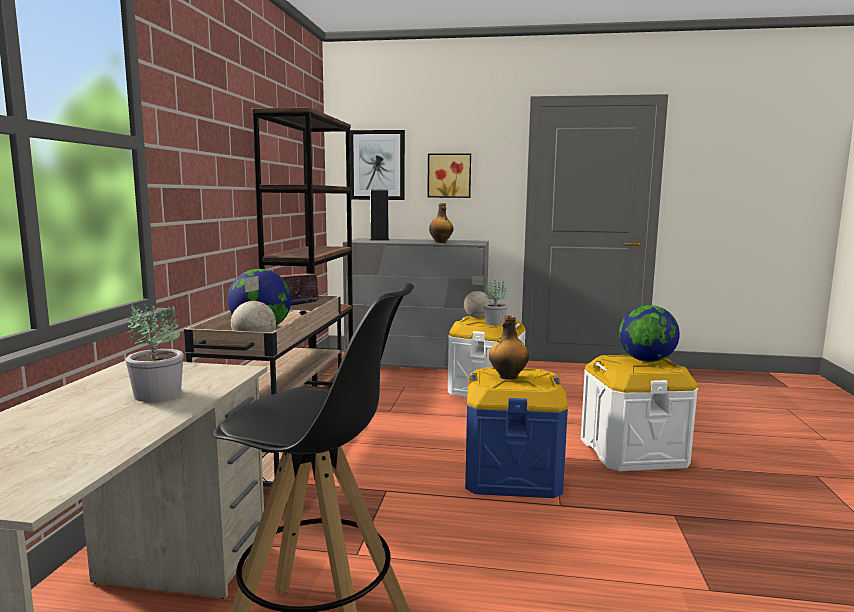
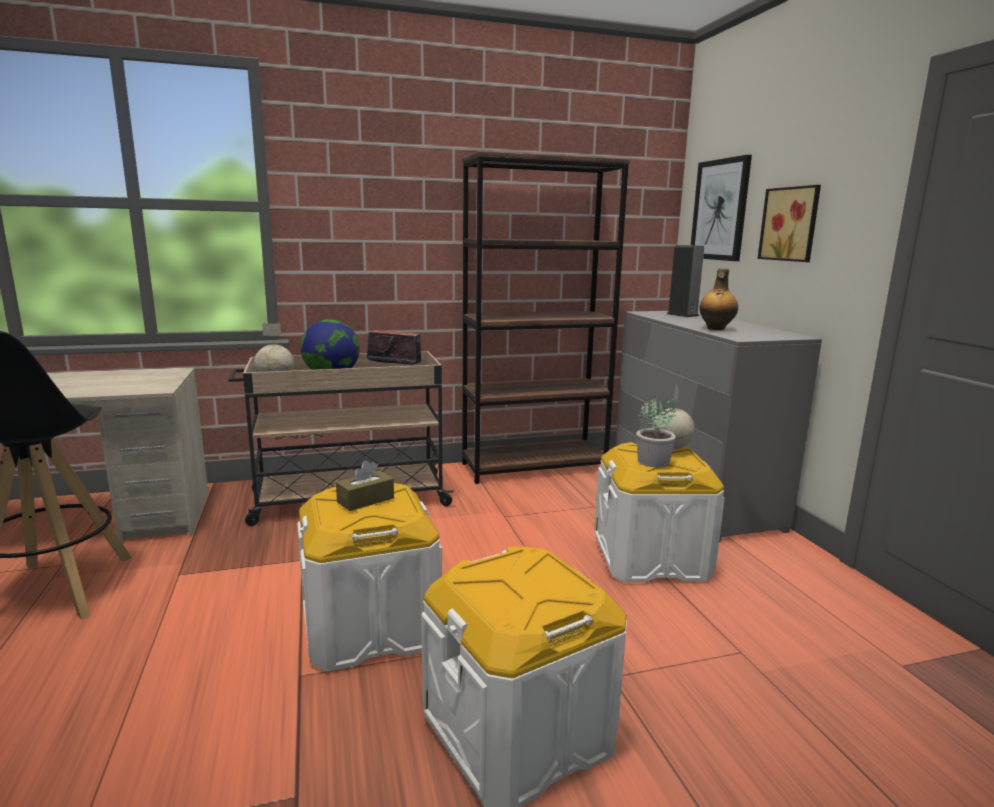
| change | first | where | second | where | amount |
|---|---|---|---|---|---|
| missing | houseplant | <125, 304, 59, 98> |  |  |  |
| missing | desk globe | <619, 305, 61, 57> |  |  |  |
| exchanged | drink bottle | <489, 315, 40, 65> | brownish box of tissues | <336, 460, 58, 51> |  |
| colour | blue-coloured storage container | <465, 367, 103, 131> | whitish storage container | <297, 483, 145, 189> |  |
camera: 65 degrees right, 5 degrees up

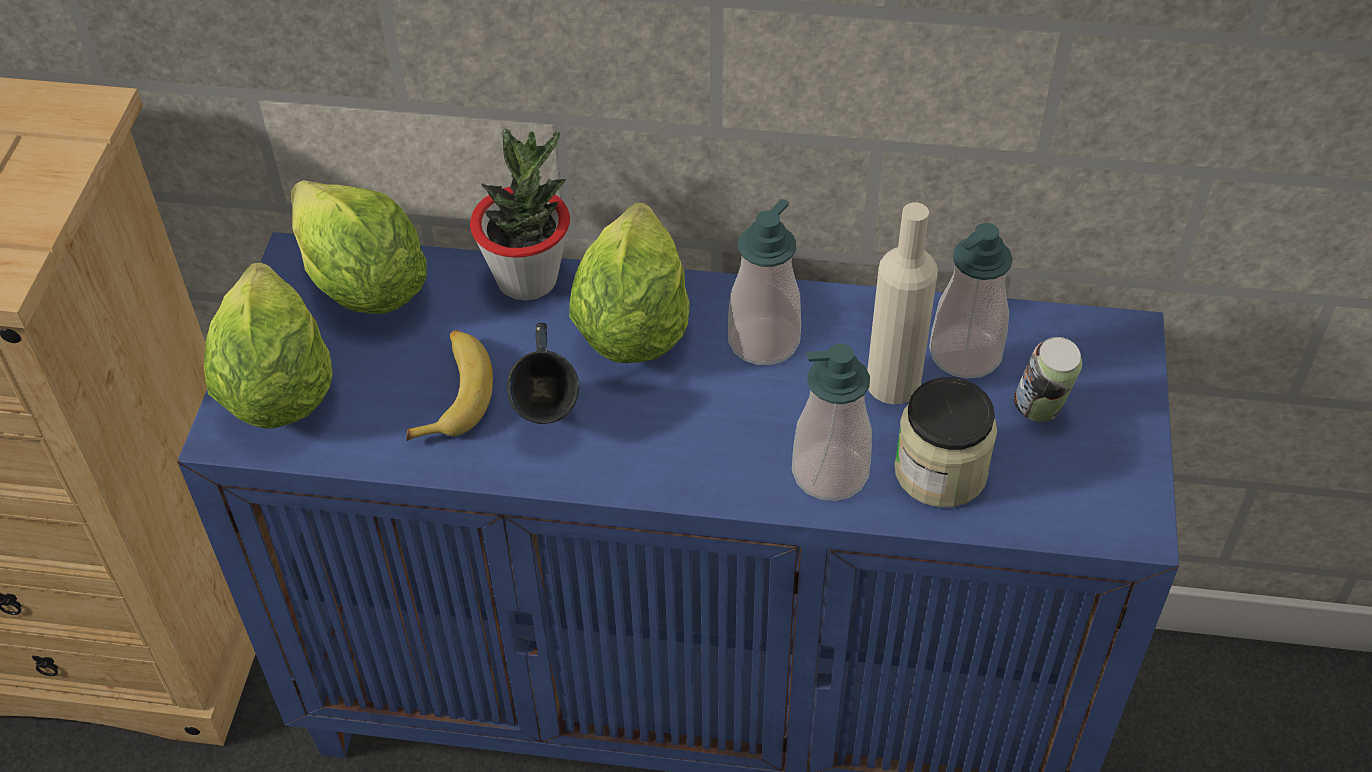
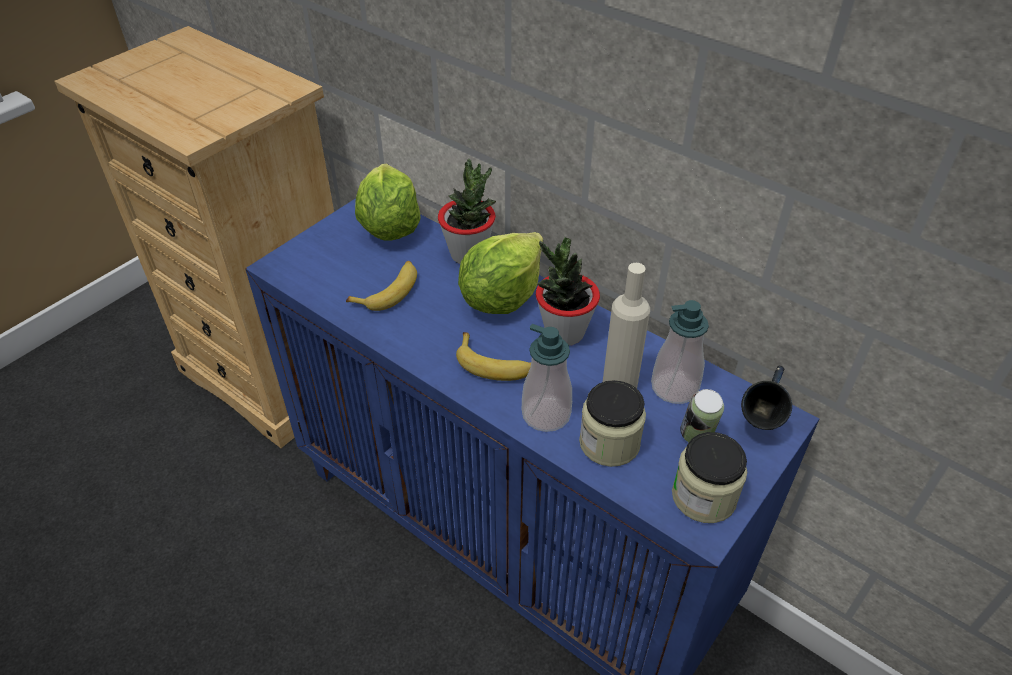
| change | first | where | second | where | amount |
|---|---|---|---|---|---|
| missing | lettuce | <204, 262, 129, 167> |  |  |  |
| appeared |  |  | banana fruit | <456, 332, 75, 49> |  |
| appeared |  |  | preserve jar | <672, 432, 75, 91> |  |
| relocated | blue-coloured coffee mug | <507, 323, 72, 101> |  | <741, 366, 51, 64> |  |
| exchanged | soap bottle | <728, 199, 73, 166> | houseplant | <536, 237, 64, 109> |  |
camera: 30 degrees right, 5 degrees down

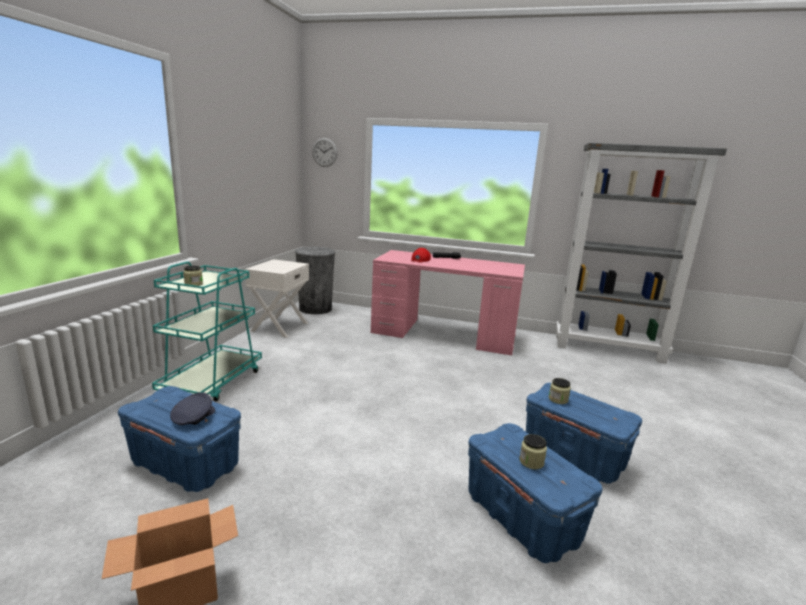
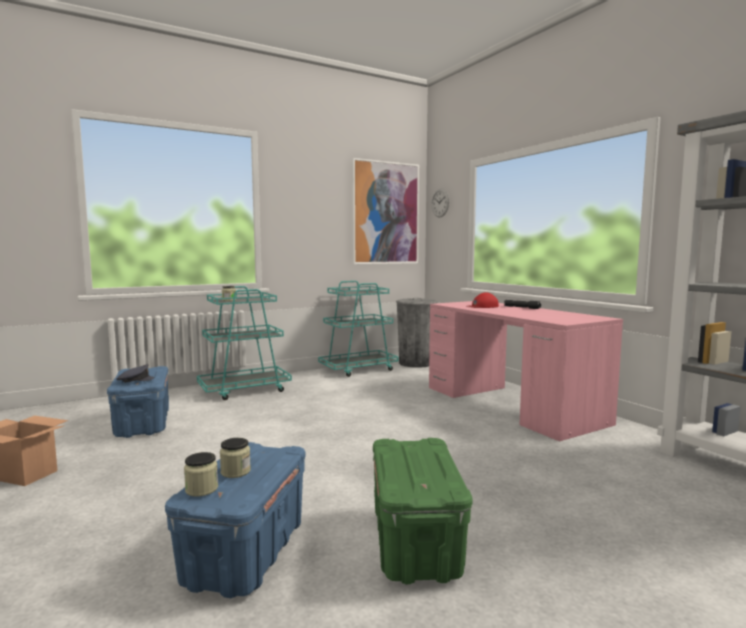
| change | first | where | second | where | amount |
|---|---|---|---|---|---|
| appeared |  |  | wall art | <352, 158, 67, 106> |  |
| relocated | preserve jar | <549, 378, 22, 26> |  | <184, 452, 34, 45> |  |
| exchanged | whitish bedside table | <245, 259, 64, 78> | blue-green wheeled cart | <318, 281, 80, 96> |  |
| colour | blue-coloured storage container | <526, 383, 116, 101> | green storage container | <373, 438, 100, 146> |  |
camera: 45 degrees right, 10 degrees down

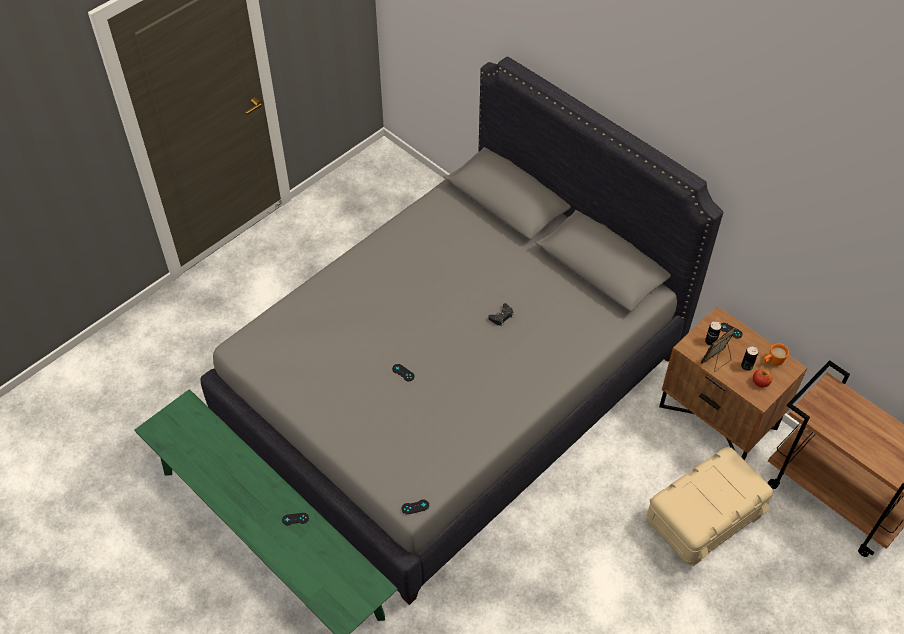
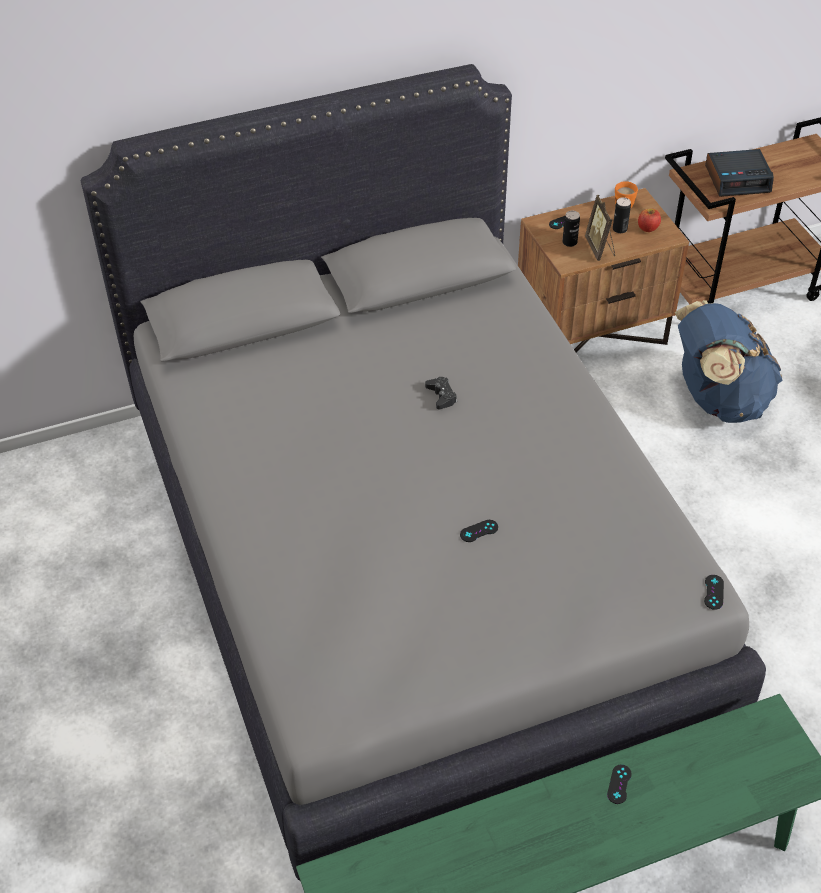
| change | first | where | second | where | amount |
|---|---|---|---|---|---|
| appeared |  |  | bedside clock | <705, 149, 69, 48> |  |
| exchanged | beige storage container | <646, 447, 127, 119> | blue-coloured knapsack | <675, 300, 108, 123> |  |
camera: 65 degrees left, 5 degrees down

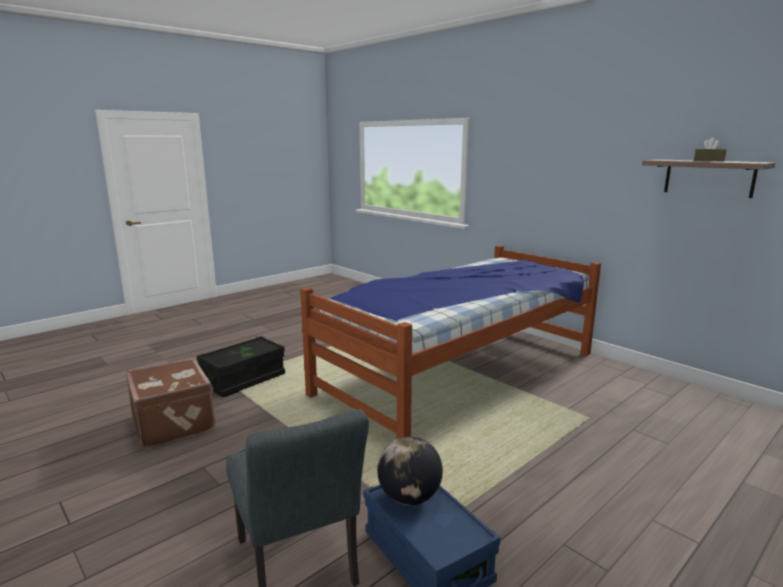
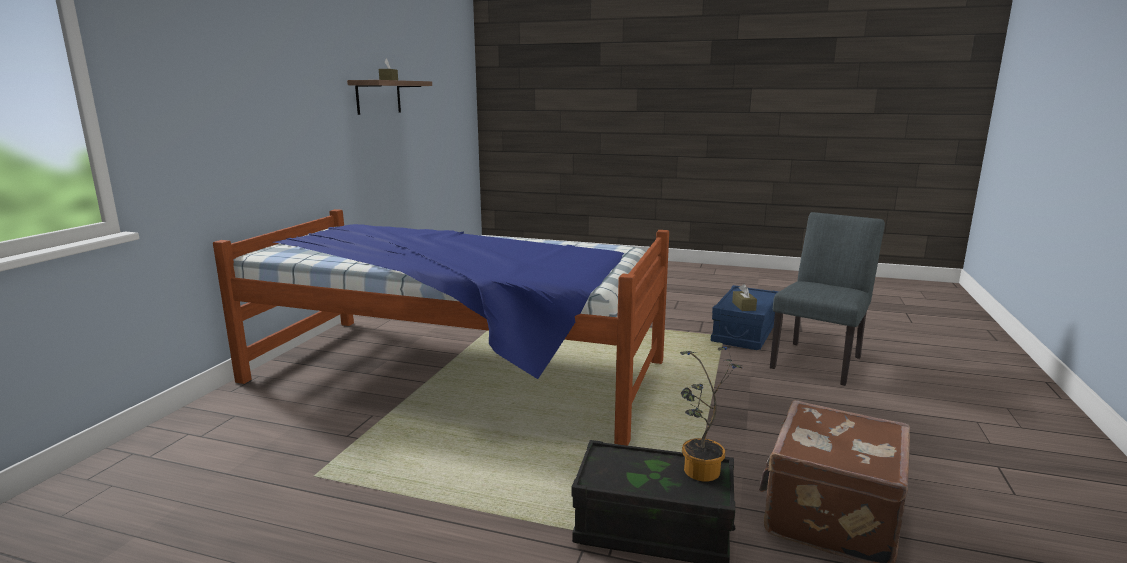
| change | first | where | second | where | amount |
|---|---|---|---|---|---|
| appeared |  |  | houseplant | <680, 347, 63, 135> |  |
| exchanged | desk globe | <377, 436, 66, 69> | brownish box of tissues | <732, 284, 25, 27> |  |
camera: 120 degrees left, 0 degrees up

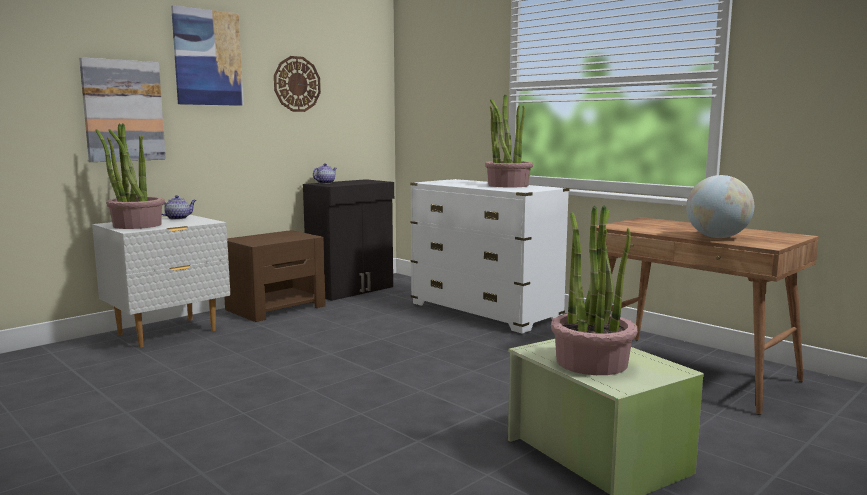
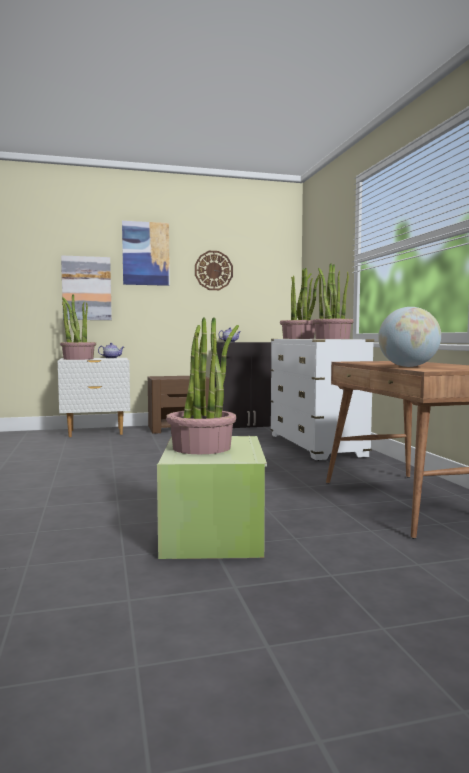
| change | first | where | second | where | amount |
|---|---|---|---|---|---|
| appeared |  |  | houseplant | <280, 268, 40, 71> |  |
camera: 30 degrees right, 5 degrees down

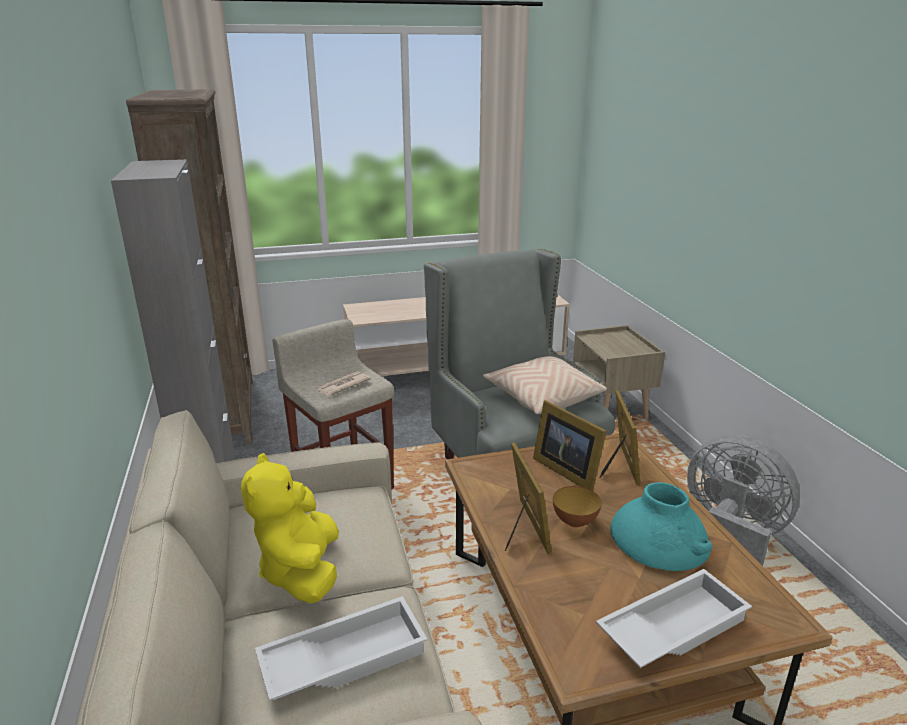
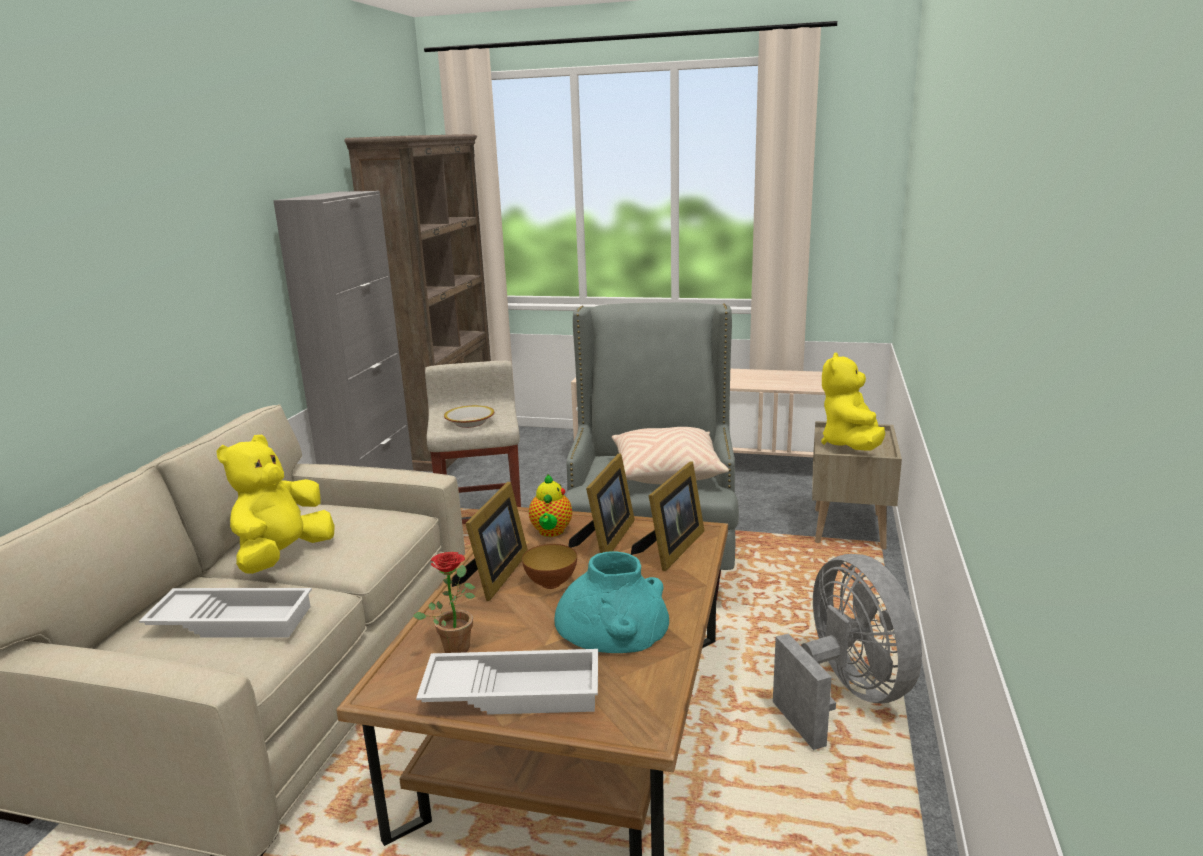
| change | first | where | second | where | amount |
|---|---|---|---|---|---|
| appeared |  |  | houseplant | <413, 552, 63, 101> |  |
| appeared |  |  | teapot | <529, 474, 43, 63> |  |
| appeared |  |  | yellowish plush toy | <821, 353, 64, 98> |  |
| exchanged | newspaper | <316, 371, 55, 25> | deep dish | <444, 405, 50, 23> |  |
| spun | photo frame | <533, 400, 74, 91> |  | <569, 454, 66, 99> | 150 degrees counterclockwise |
camera: 30 degrees right, 5 degrees down

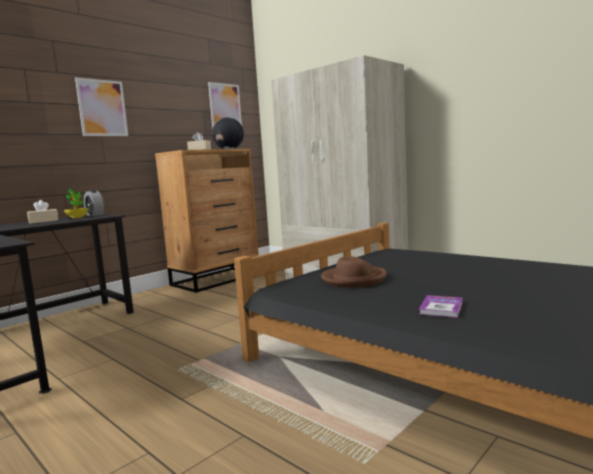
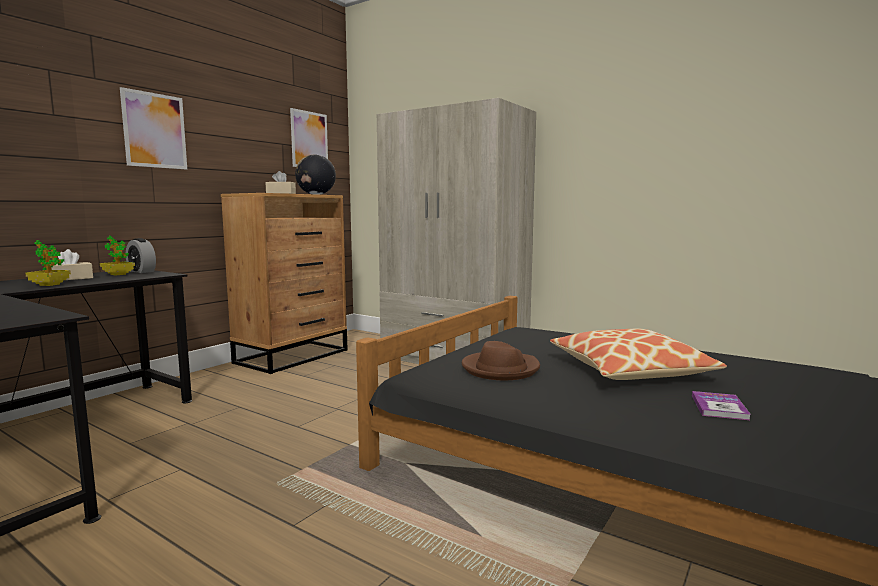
| change | first | where | second | where | amount |
|---|---|---|---|---|---|
| appeared |  |  | houseplant | <26, 240, 45, 46> |  |
| appeared |  |  | pillow | <550, 329, 177, 51> |  |
| relocated | book | <418, 295, 45, 23> |  | <692, 391, 59, 30> |  |
camera: 10 degrees left, 0 degrees up

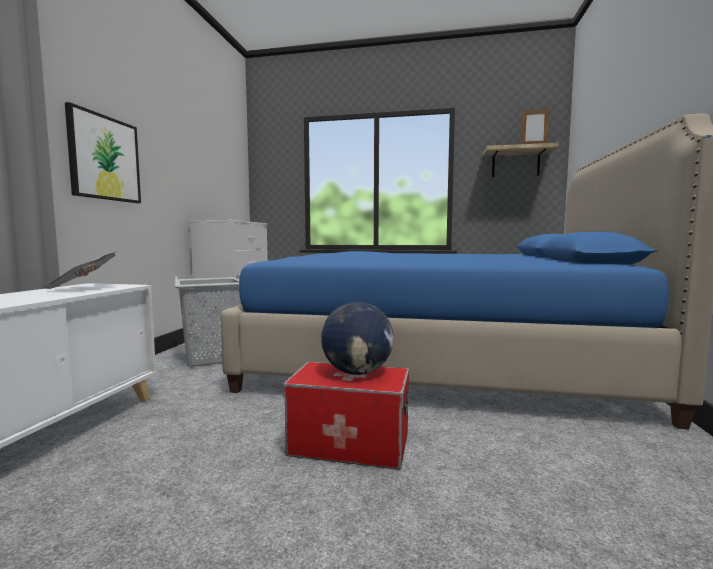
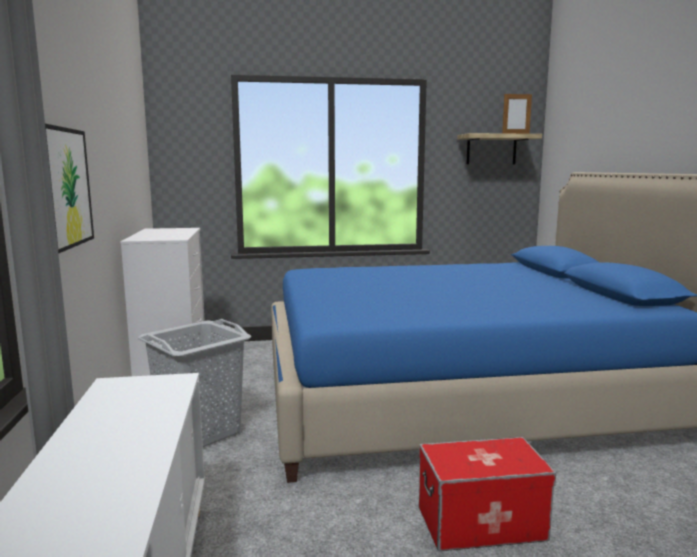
| change | first | where | second | where | amount |
|---|---|---|---|---|---|
| missing | newspaper | <43, 251, 74, 38> |  |  |  |
| missing | desk globe | <321, 302, 73, 73> |  |  |  |
camera: 20 degrees left, 5 degrees up

